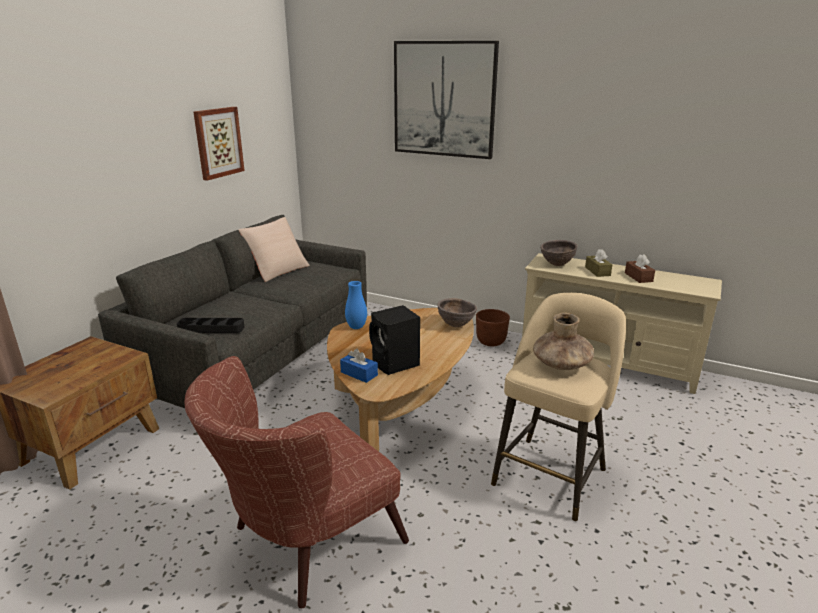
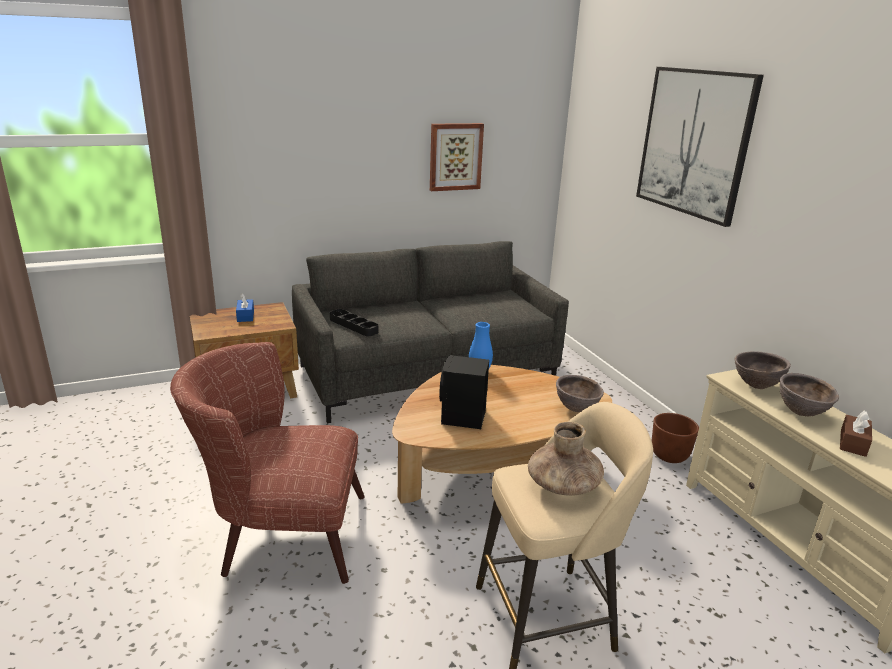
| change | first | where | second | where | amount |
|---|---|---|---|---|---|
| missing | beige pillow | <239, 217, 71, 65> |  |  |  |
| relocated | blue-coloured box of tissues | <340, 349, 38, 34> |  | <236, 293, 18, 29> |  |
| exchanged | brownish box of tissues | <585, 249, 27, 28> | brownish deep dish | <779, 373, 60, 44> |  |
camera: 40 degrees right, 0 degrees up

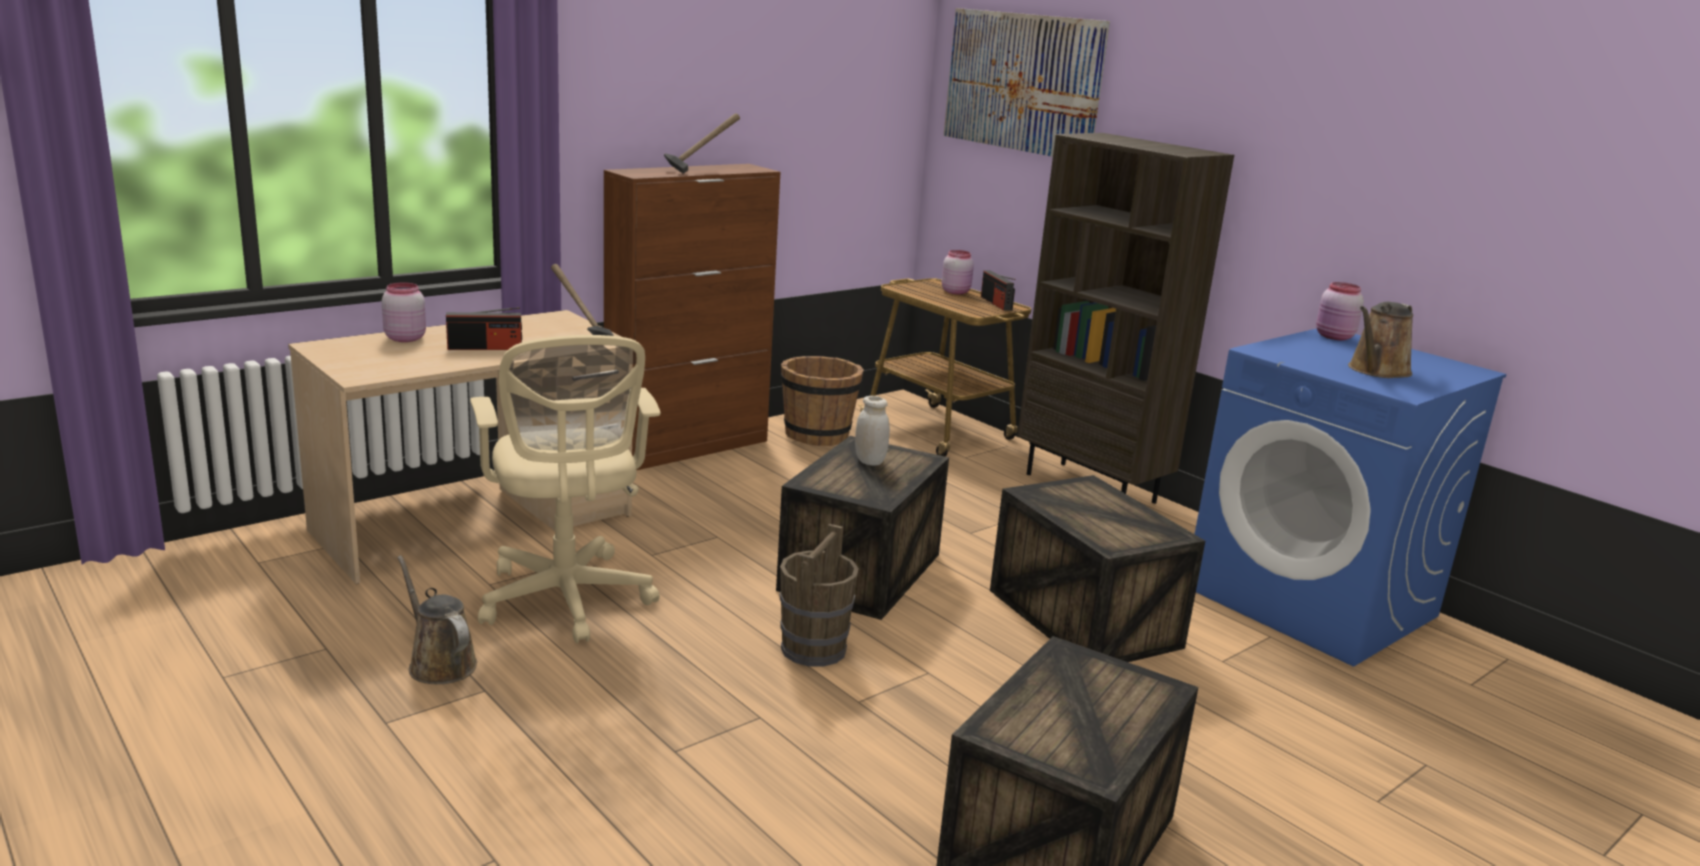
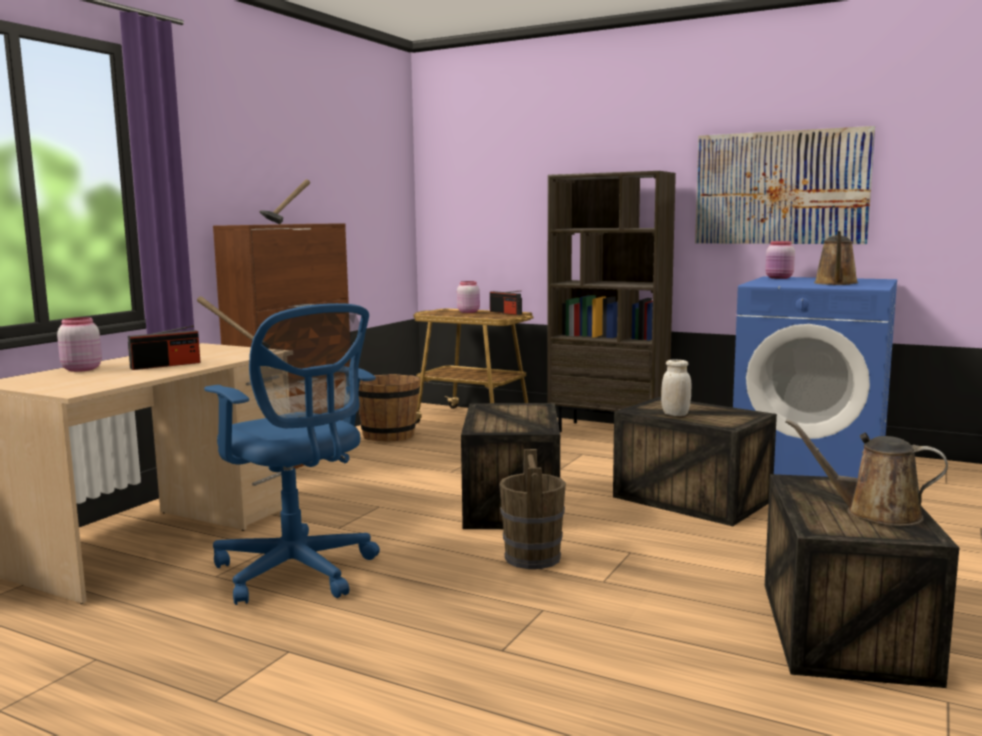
| change | first | where | second | where | amount |
|---|---|---|---|---|---|
| relocated | brownish watering can | <397, 555, 80, 129> |  | <785, 419, 163, 107> |  |
| relocated | whitish preserve jar | <855, 396, 35, 69> |  | <661, 359, 30, 57> |  |
| relocated | wall art | <944, 8, 166, 149> |  | <695, 126, 180, 118> |  |
| colour | beige office chair | <470, 335, 190, 308> | blue-coloured office chair | <204, 303, 176, 302> |  |
camera: 20 degrees left, 10 degrees down

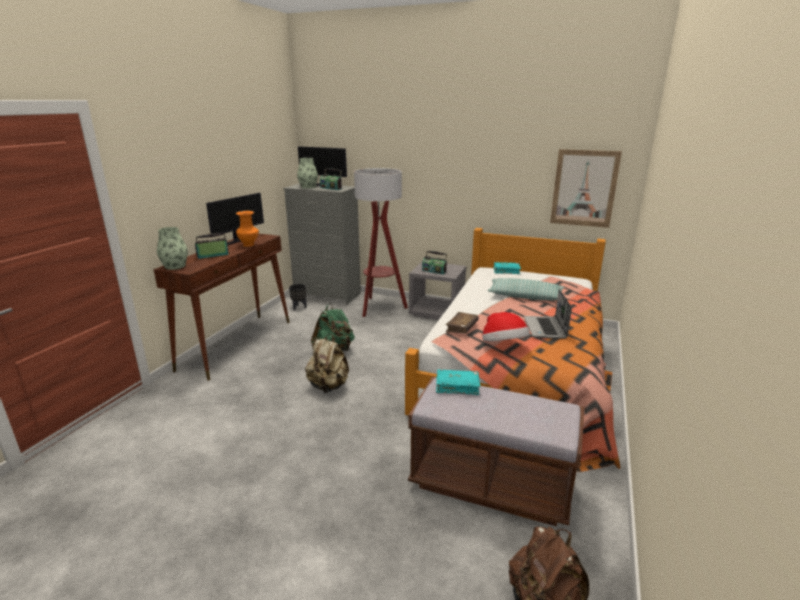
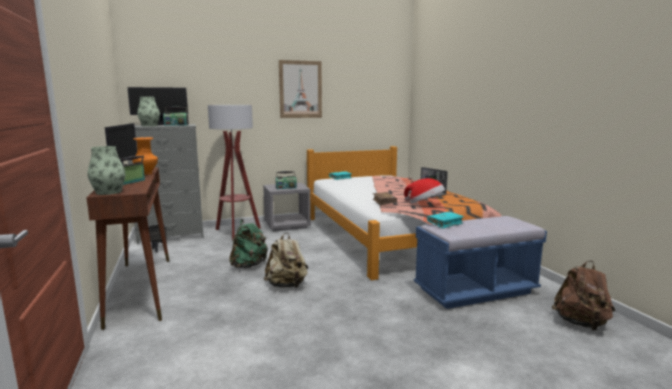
| change | first | where | second | where | amount |
|---|---|---|---|---|---|
| missing | pillow | <488, 278, 76, 22> |  |  |  |
| relocated | wall art | <550, 149, 72, 79> |  | <279, 60, 43, 58> |  |
| colour | brownish bench | <408, 376, 176, 151> | blue-coloured bench | <414, 216, 133, 93> |  |
camera: 40 degrees left, 10 degrees down

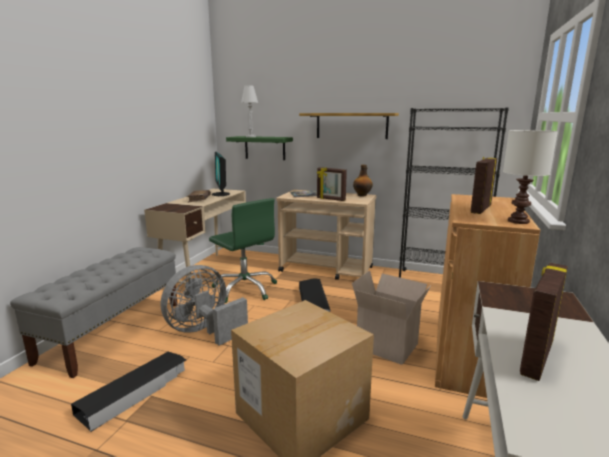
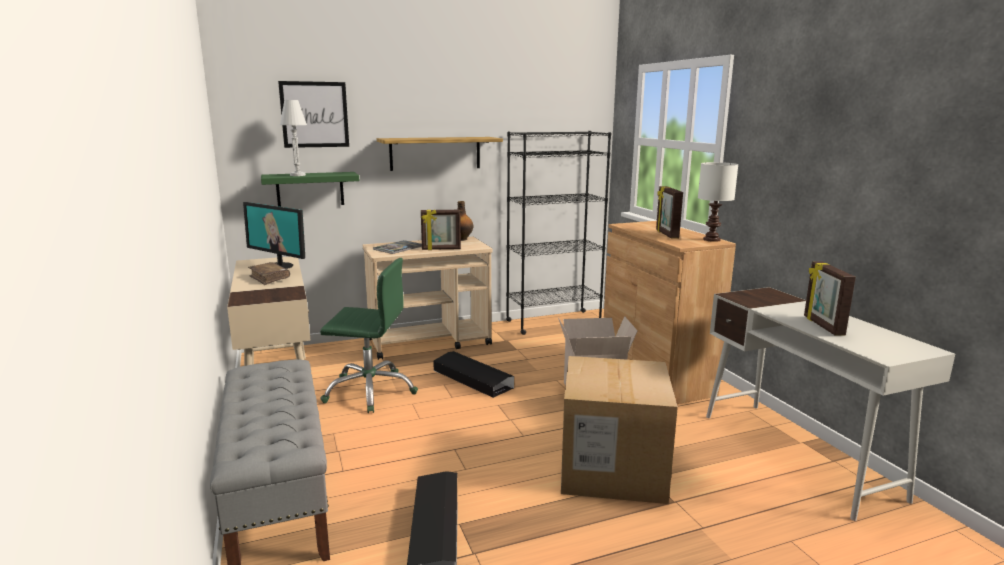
| change | first | where | second | where | amount |
|---|---|---|---|---|---|
| missing | greyish fan | <161, 265, 87, 80> |  |  |  |
| appeared |  |  | wall art | <278, 81, 71, 67> |  |
camera: 40 degrees left, 0 degrees up

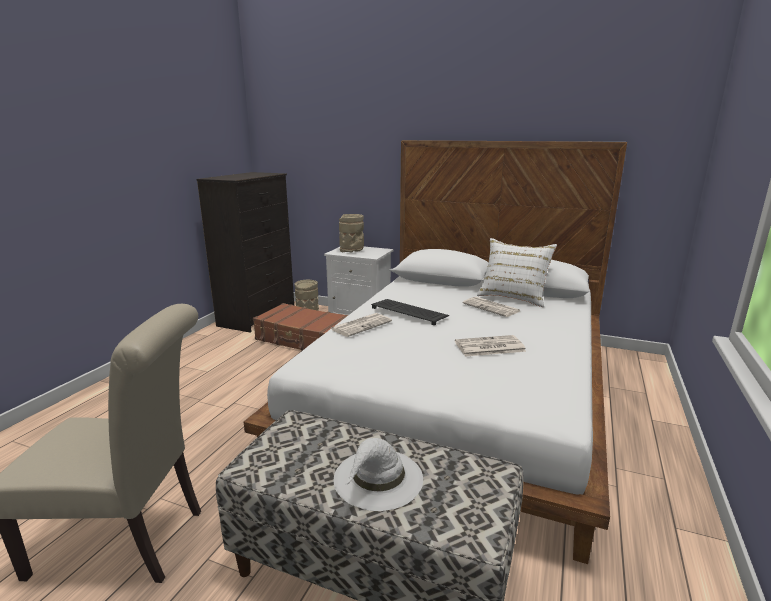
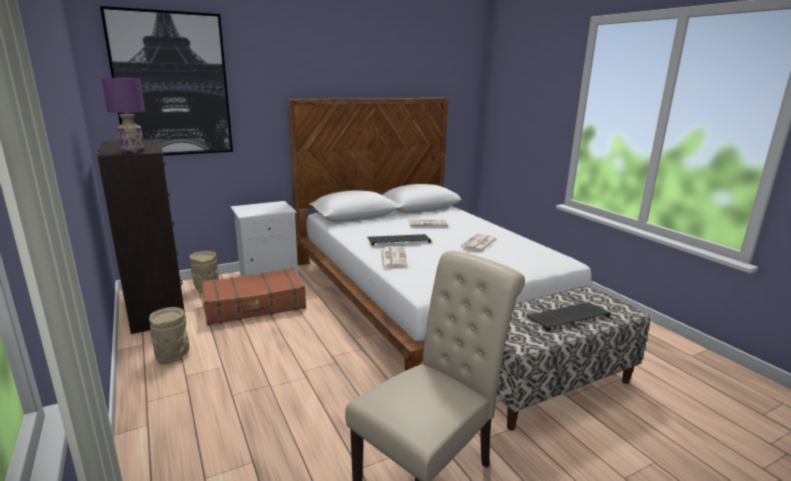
| change | first | where | second | where | amount |
|---|---|---|---|---|---|
| missing | whitish pillow | <477, 238, 80, 69> |  |  |  |
| appeared |  |  | wall art | <100, 6, 133, 150> |  |
| appeared |  |  | purple-coloured lamp for a table | <102, 78, 43, 75> |  |
| relocated | beige flower vase | <339, 214, 25, 39> |  | <149, 307, 40, 57> |  |
| exchanged | whitish hat | <334, 438, 89, 73> | computer keyboard | <526, 302, 85, 29> |  |
camera: 50 degrees left, 0 degrees up

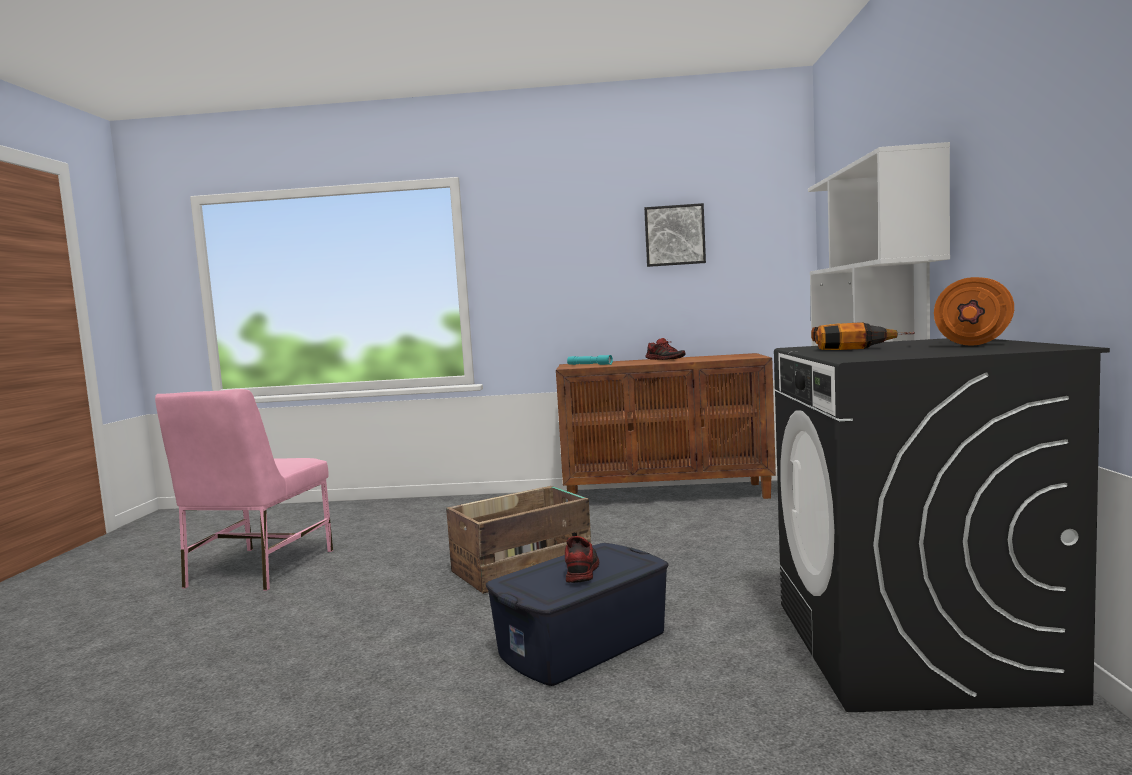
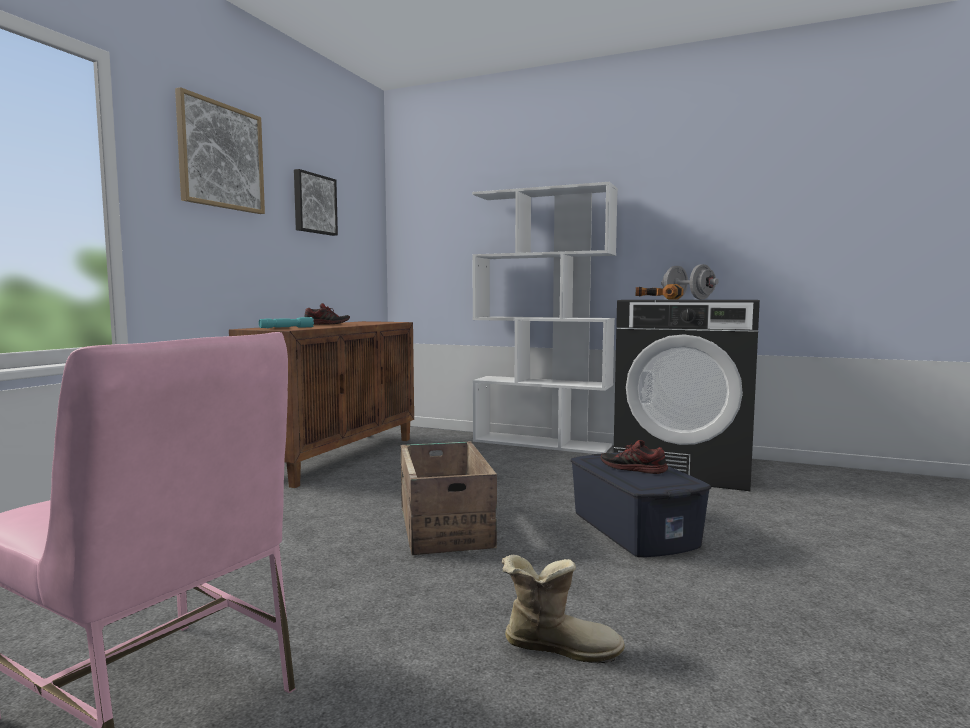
| change | first | where | second | where | amount |
|---|---|---|---|---|---|
| appeared |  |  | wall art | <175, 87, 90, 127> |  |
| appeared |  |  | boot | <502, 555, 123, 108> |  |
| colour | orange-coloured free weight | <934, 277, 80, 69> | greyish free weight | <661, 264, 58, 35> |  |
camera: 70 degrees left, 0 degrees up

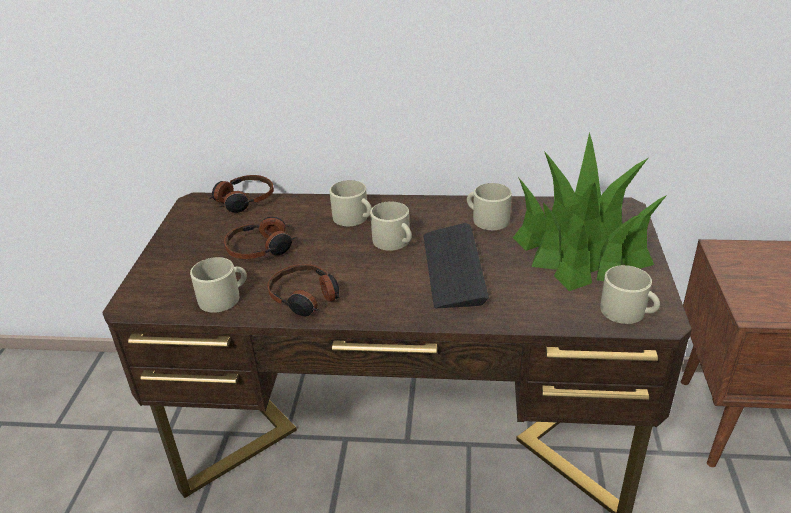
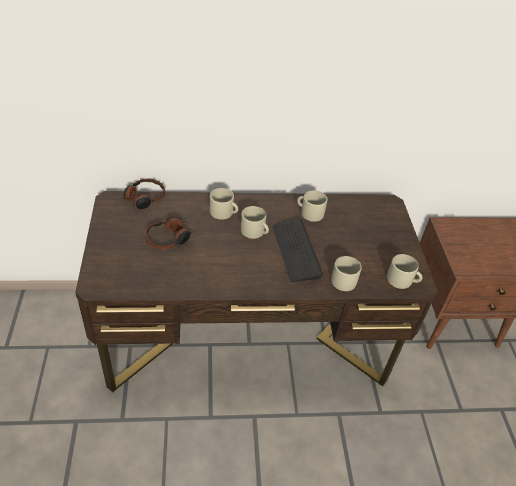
| change | first | where | second | where | amount |
|---|---|---|---|---|---|
| missing | pair of headphones | <268, 264, 72, 52> |  |  |  |
| missing | houseplant | <513, 132, 154, 159> |  |  |  |
| relocated | beige coffee mug | <190, 257, 57, 56> |  | <331, 256, 31, 35> |  |
camera: 15 degrees left, 10 degrees up

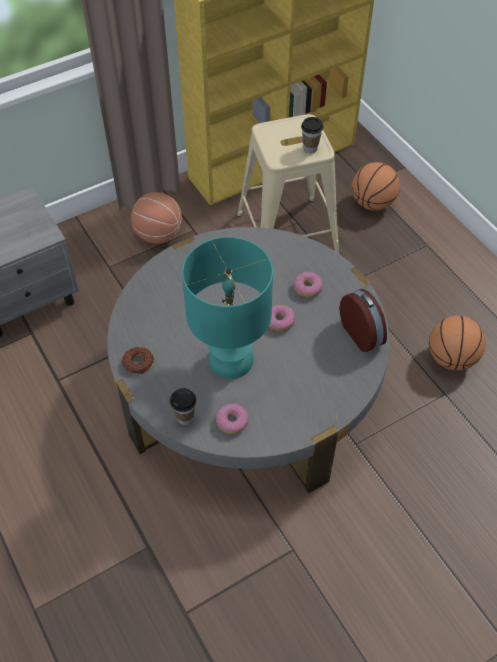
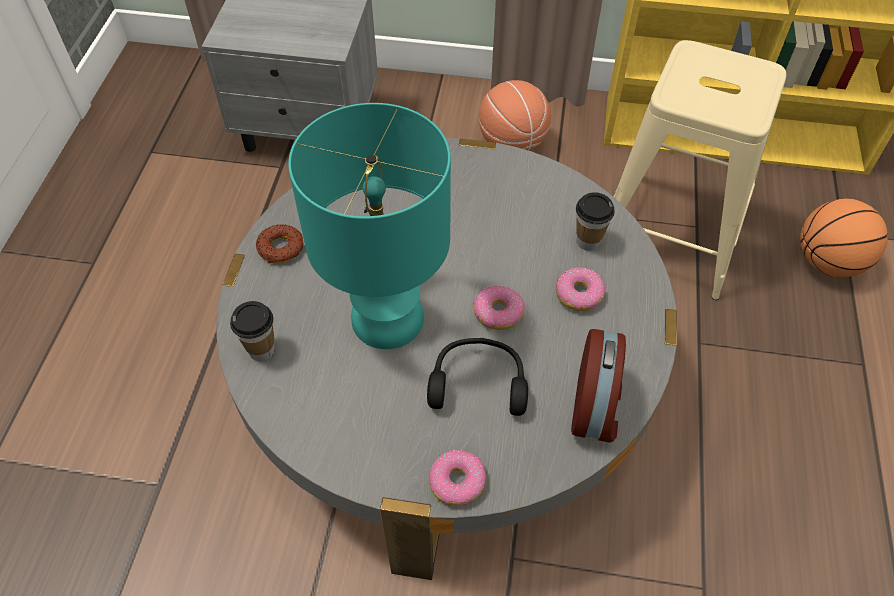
| change | first | where | second | where | amount |
|---|---|---|---|---|---|
| missing | basketball ball | <429, 315, 56, 56> |  |  |  |
| appeared |  |  | blackish pair of headphones | <427, 338, 101, 78> |  |
| relocated | donut | <216, 403, 33, 31> |  | <429, 450, 58, 56> |  |
| relocated | small cup | <301, 117, 22, 36> |  | <576, 192, 39, 59> |  |
camera: 40 degrees right, 0 degrees up

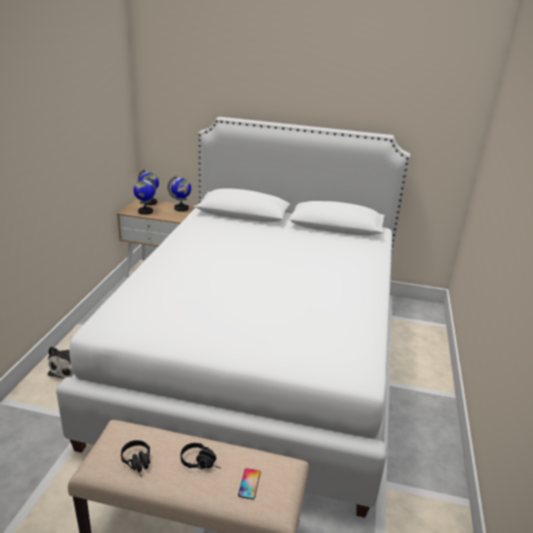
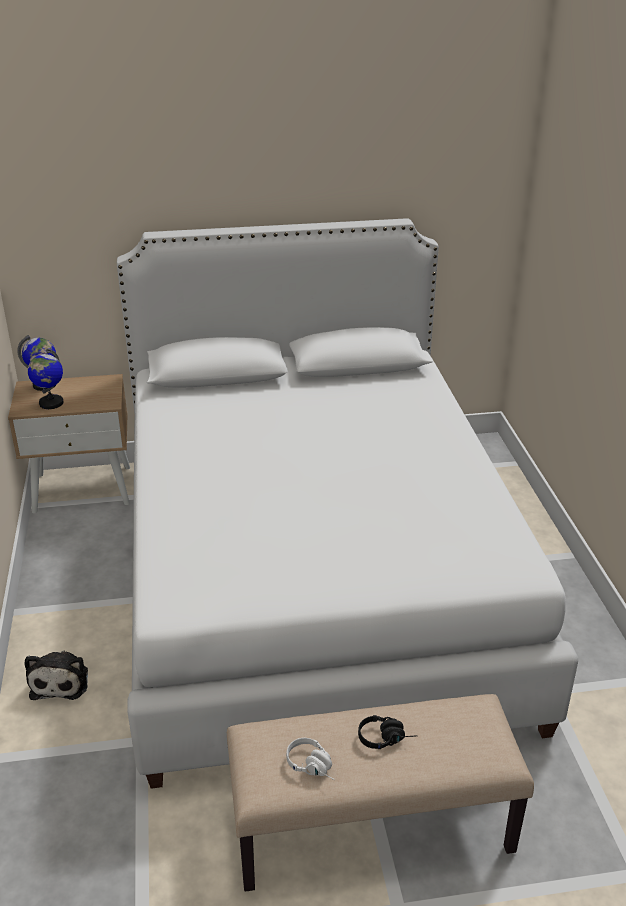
| change | first | where | second | where | amount |
|---|---|---|---|---|---|
| missing | desk globe | <168, 176, 23, 35> |  |  |  |
| missing | handset | <238, 468, 23, 31> |  |  |  |
| colour | blackish pair of headphones | <121, 440, 29, 37> | whitish pair of headphones | <286, 738, 49, 42> |  |
camera: 20 degrees left, 5 degrees up

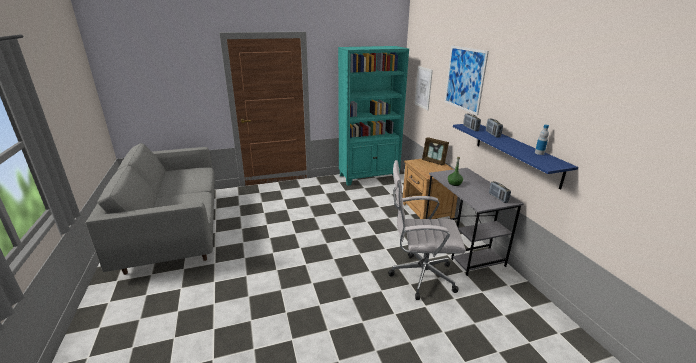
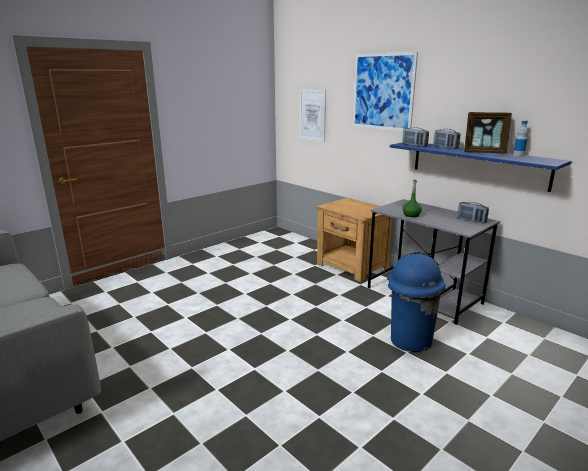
| change | first | where | second | where | amount |
|---|---|---|---|---|---|
| missing | blue-green bookcase | <338, 46, 71, 140> |  |  |  |
| relocated | photo frame | <422, 137, 27, 28> |  | <464, 112, 48, 42> |  |
| exchanged | whitish office chair | <388, 160, 78, 140> | blue-coloured trash can | <387, 252, 59, 100> |  |
camera: 25 degrees left, 5 degrees down

